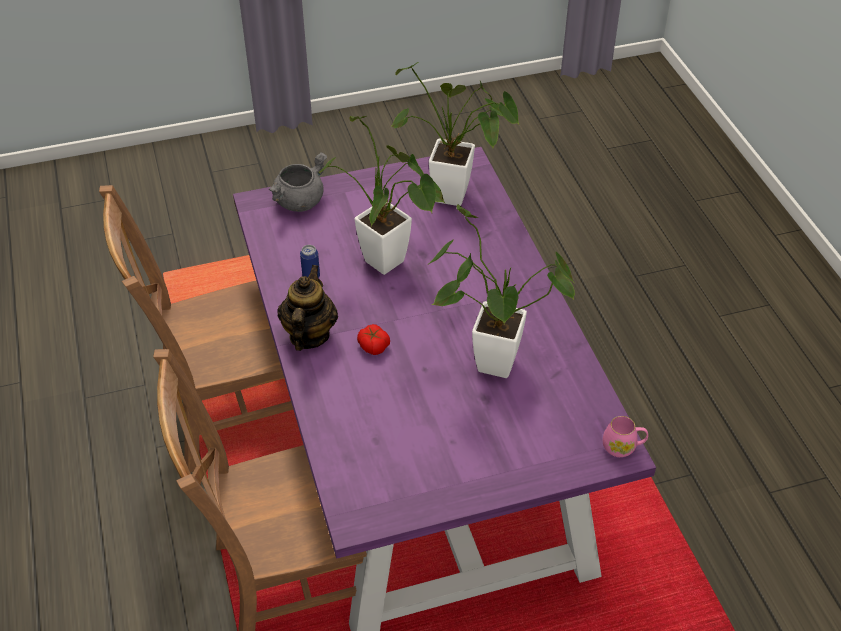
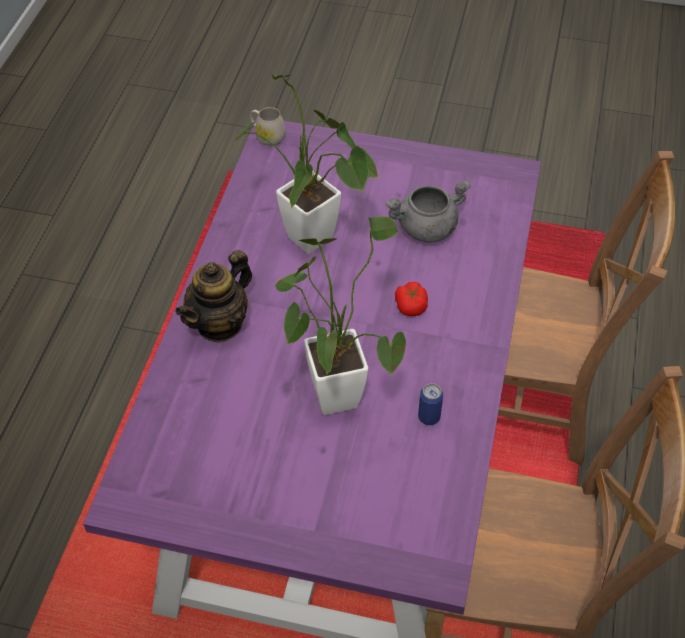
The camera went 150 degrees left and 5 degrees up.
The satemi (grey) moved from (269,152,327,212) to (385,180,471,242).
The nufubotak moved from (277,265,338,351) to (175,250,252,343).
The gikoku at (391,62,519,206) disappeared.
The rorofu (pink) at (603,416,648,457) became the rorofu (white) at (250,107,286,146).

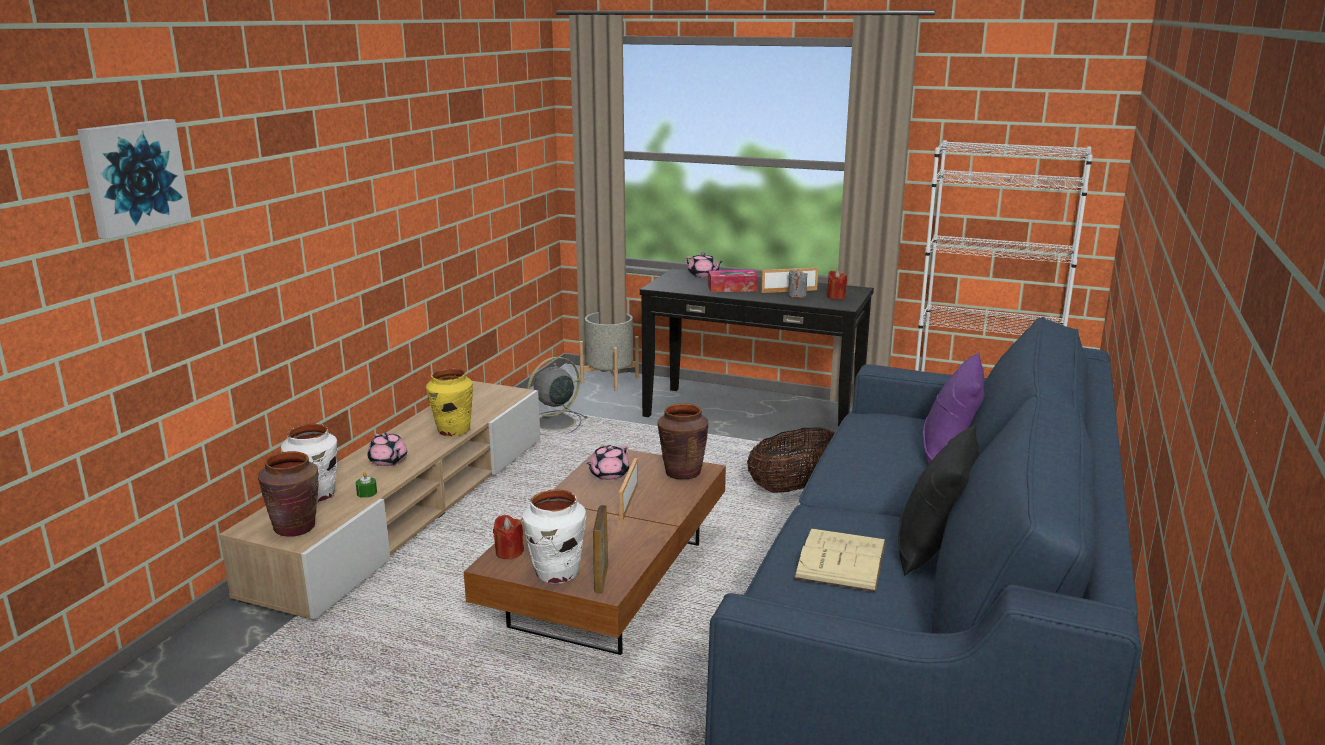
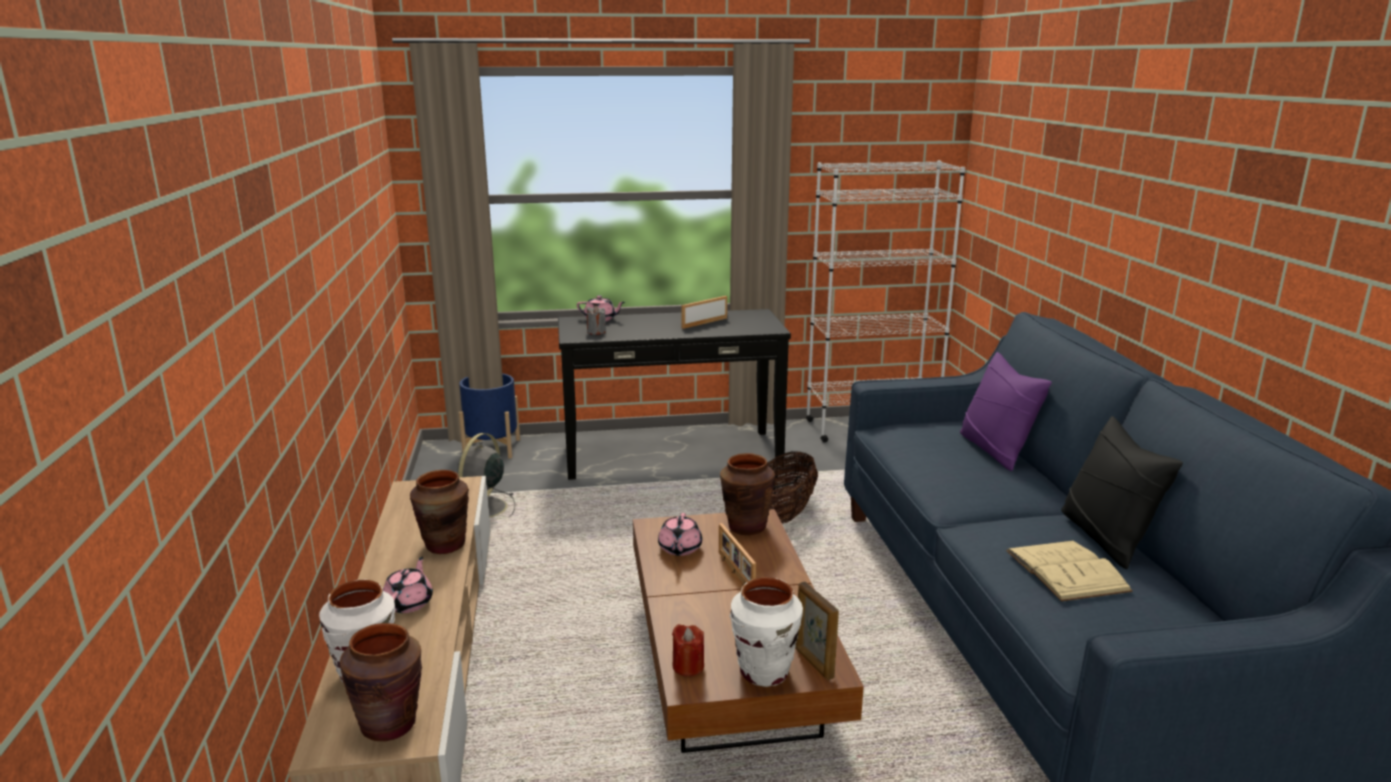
The camera went 30 degrees left and 0 degrees up.
The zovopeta at (77,119,191,239) disappeared.
The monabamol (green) at (356,472,377,498) disappeared.
The nufubotak (pink) at (368,433,407,466) turned 105 degrees counterclockwise.
The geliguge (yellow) at (426,368,473,437) became the geliguge (brown) at (410,470,469,554).
The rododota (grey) at (579,312,639,391) became the rododota (blue) at (459,373,520,459).
The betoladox at (708,270,758,292) disappeared.
The monabamol (grey) moved from (788,269,807,298) to (587,305,606,335).
The monabamol (red) at (827,270,847,299) disappeared.

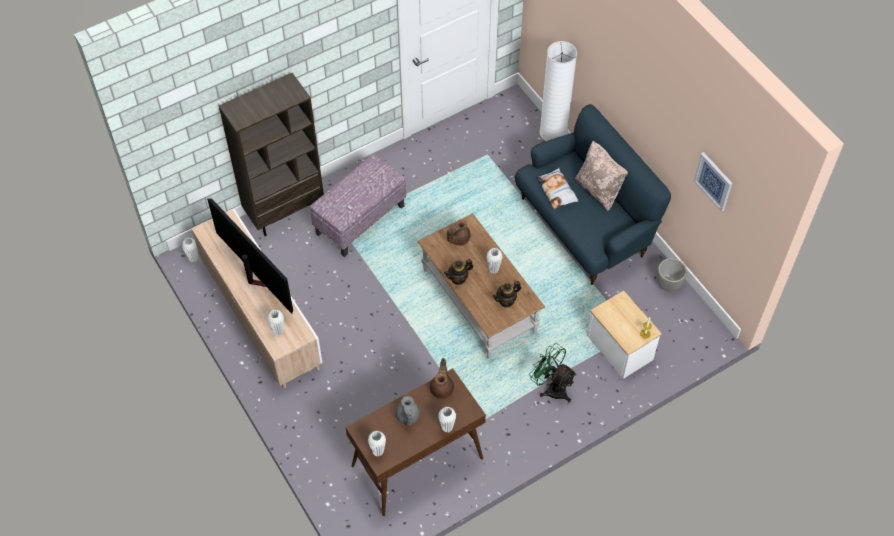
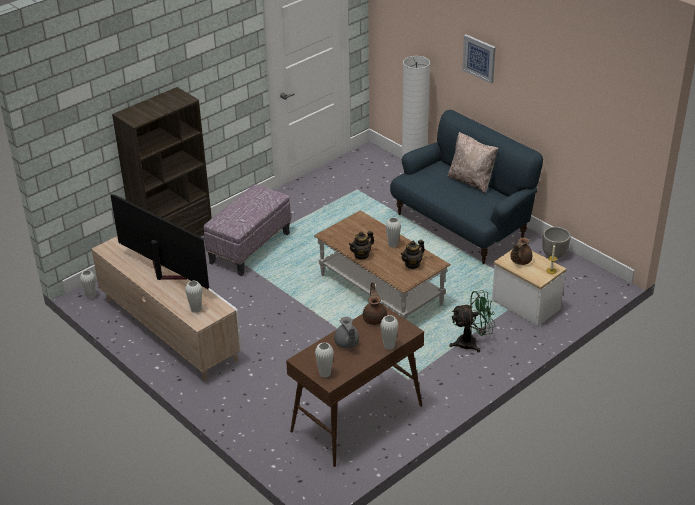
The camera went 10 degrees left and 20 degrees down.
The nufubotak (brown) moved from (447,220,471,246) to (510,237,532,265).
The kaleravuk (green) at (529,343,576,402) turned 135 degrees clockwise.
The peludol at (537,168,578,209) disappeared.
The zovopeta moved from (694,152,732,212) to (462,34,496,84).

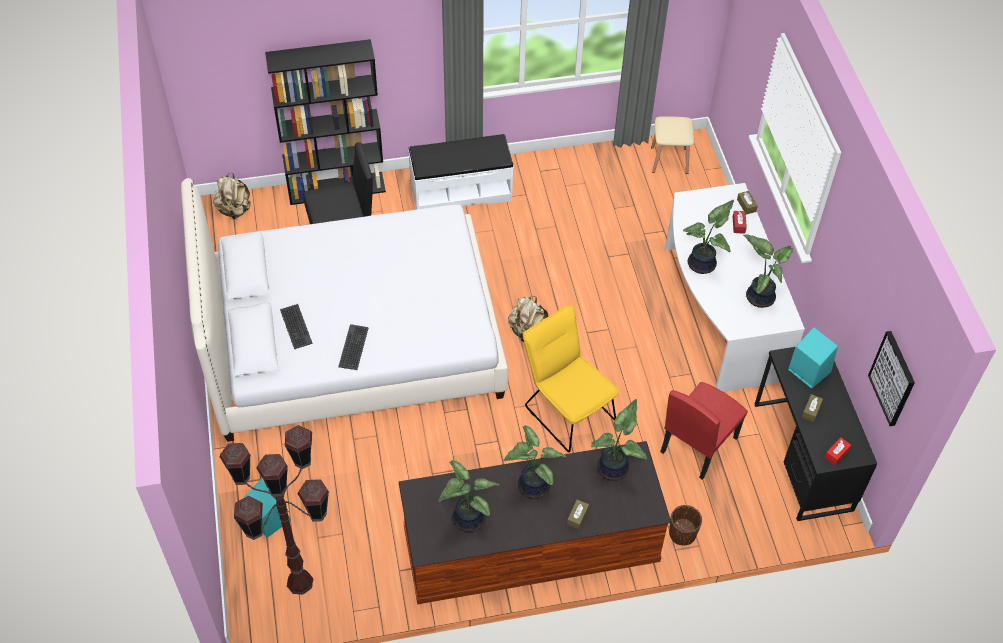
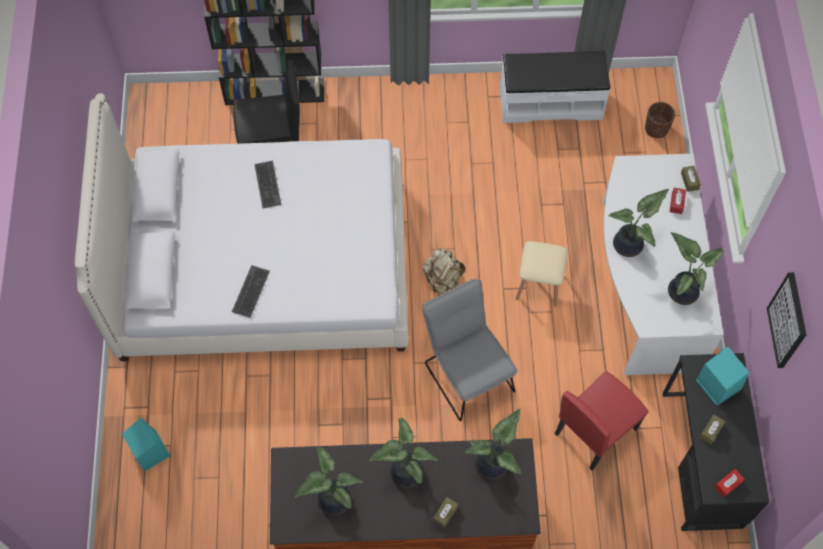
The camera went 10 degrees right and 10 degrees up.
The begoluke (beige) at (213,173,251,219) disappeared.
The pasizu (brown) at (220,425,329,595) disappeared.
The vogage moved from (280,304,313,349) to (254,161,281,208).
The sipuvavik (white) moved from (408,134,514,209) to (500,51,611,123).
The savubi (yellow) at (523,305,619,452) became the savubi (grey) at (422,279,517,421).
The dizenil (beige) moved from (651,116,694,174) to (516,241,567,306).
The rododota (brown) moved from (669,505,702,545) to (645,102,675,138).
The zovopeta moved from (868,331,915,426) to (767,272,806,368).

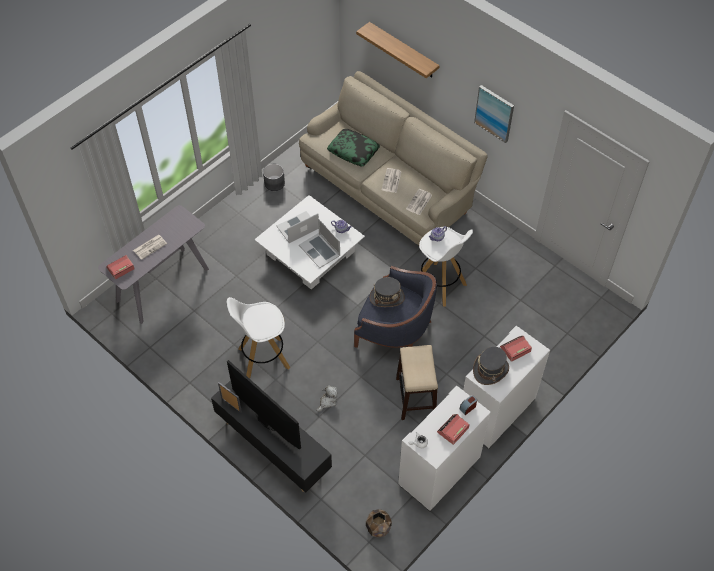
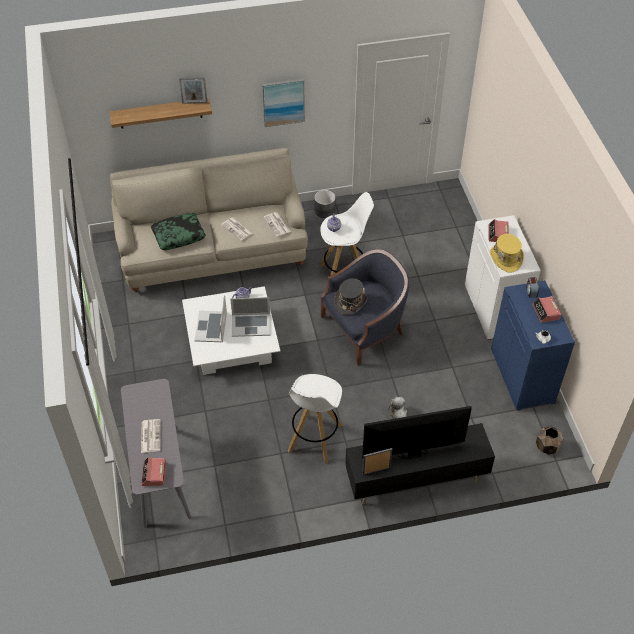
The camera went 55 degrees left and 5 degrees down.
The rododota (grey) moved from (263,164,285,191) to (314,190,336,218).
The dizenil at (396,345,438,420) disappeared.
The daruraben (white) at (398,386,491,511) became the daruraben (blue) at (491,280,575,411).
The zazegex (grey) at (473,347,509,385) became the zazegex (yellow) at (490,234,524,273).
The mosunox at (179,77,207,104) appeared.

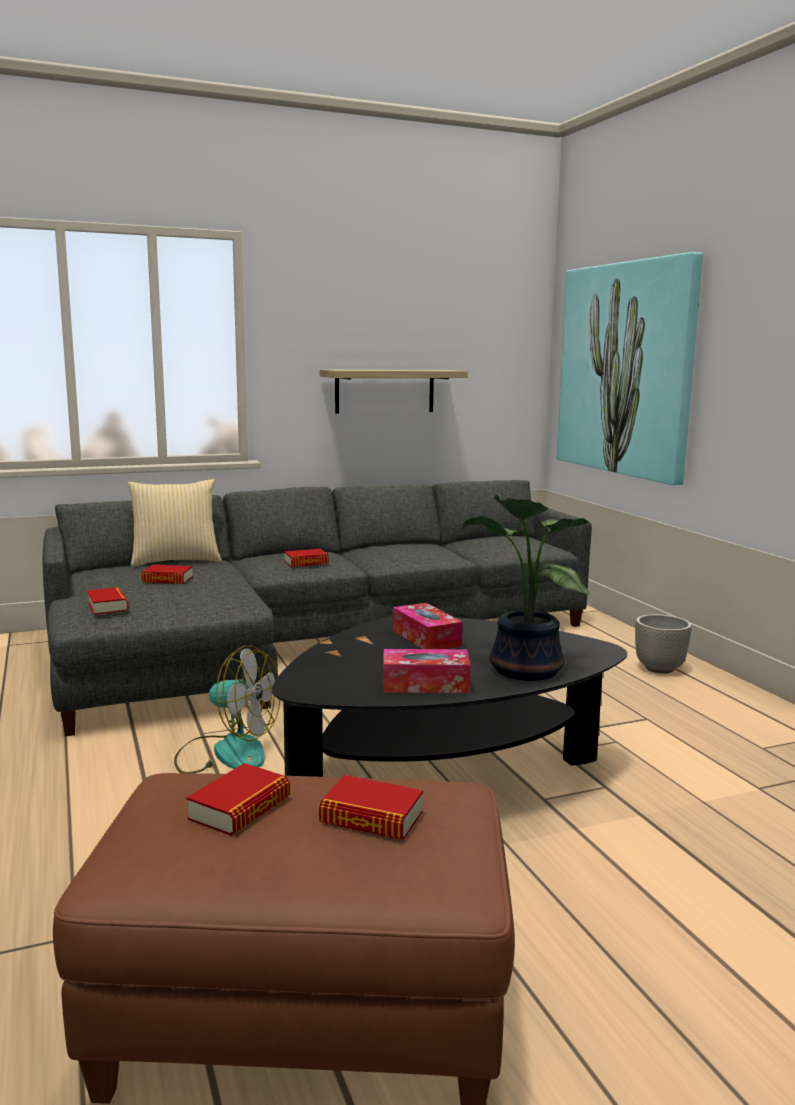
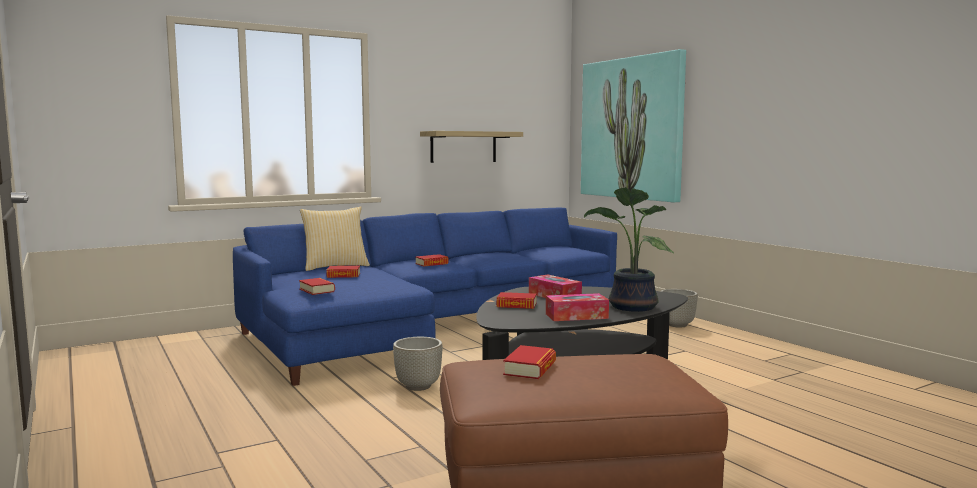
The camera went 10 degrees left and 5 degrees down.
The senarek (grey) at (42,480,592,736) became the senarek (blue) at (233,208,617,386).
The kaleravuk at (174,645,280,773) was replaced by the rododota (grey) at (393,337,442,391).
The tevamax moved from (319,775,423,840) to (497,292,537,309).

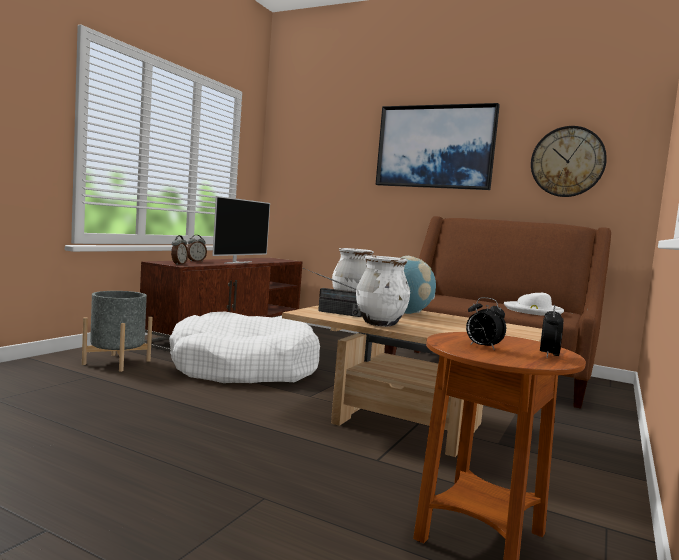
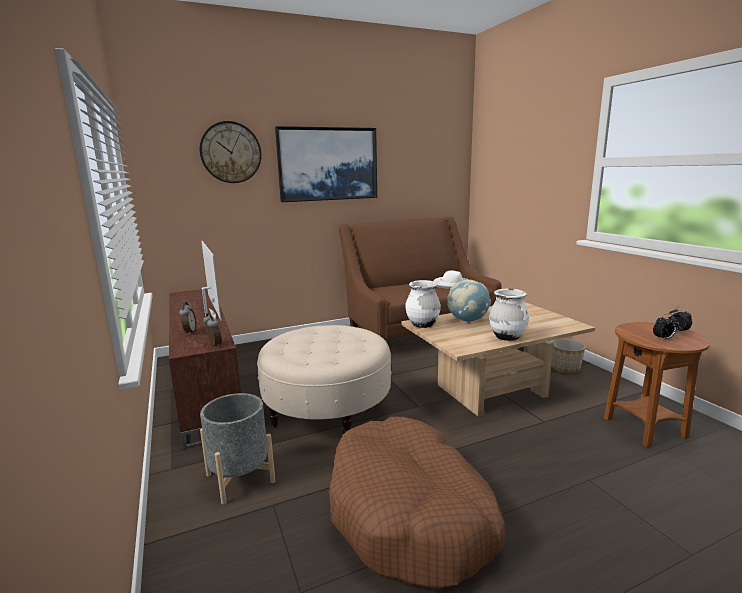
The camera went 50 degrees left and 10 degrees up.
The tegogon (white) at (169,312,320,383) was replaced by the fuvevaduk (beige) at (257,325,392,434).
The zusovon at (303,268,362,317) disappeared.
The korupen moved from (531,126,607,197) to (200,121,262,183).
The tegogon (brown) at (329,417,505,589) appeared.
The rododota at (551,339,585,374) appeared.

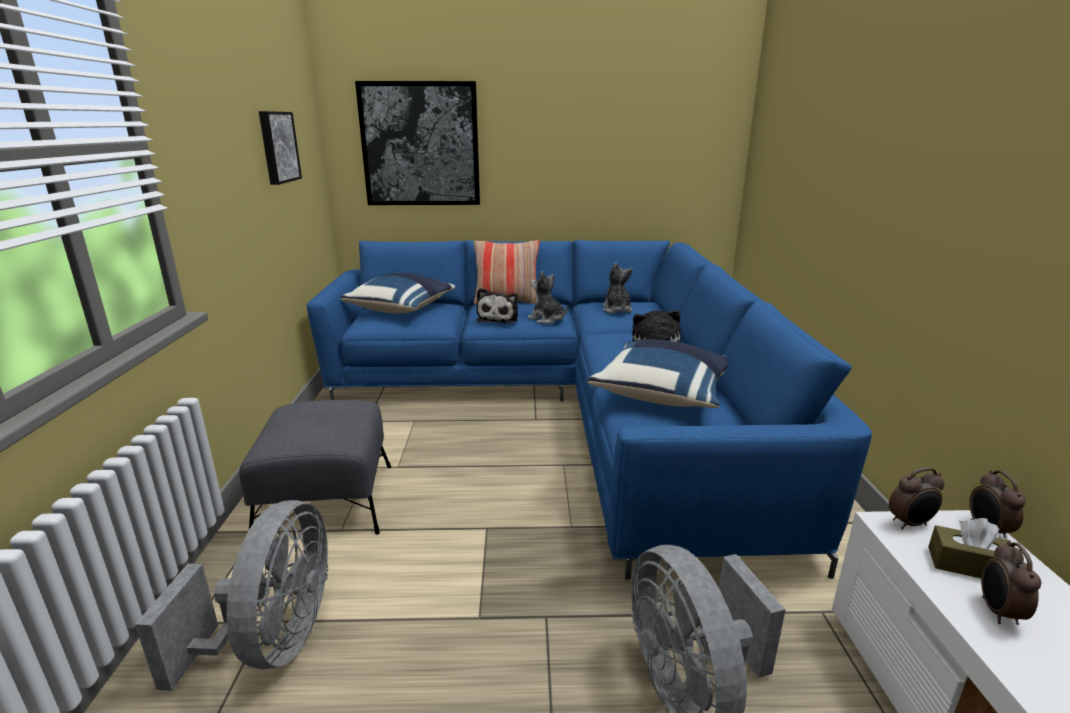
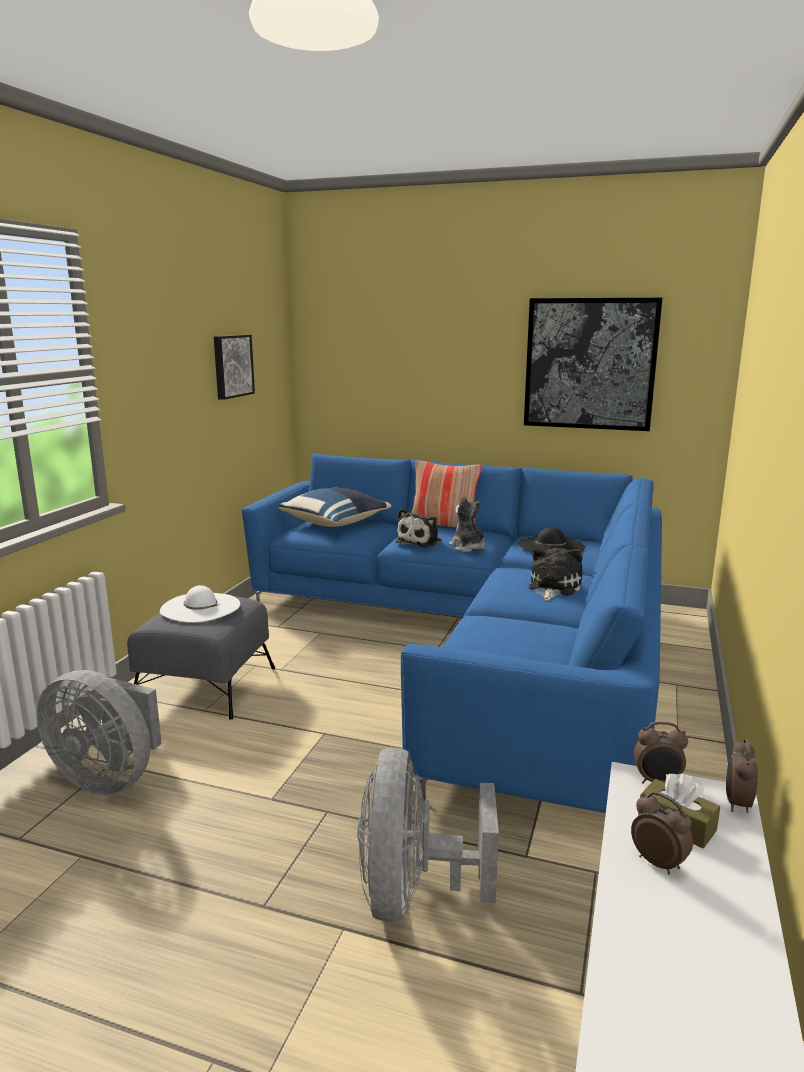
The camera went 20 degrees right and 5 degrees down.
The kaleravuk (grey) at (135,500,328,691) turned 90 degrees clockwise.
The zovopeta moved from (355,81,480,205) to (524,298,663,431).
The peludol (blue) at (588,339,728,408) disappeared.
The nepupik at (603,262,633,314) was replaced by the zazegex (black) at (517,527,585,553).
The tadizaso at (981,541,1041,625) turned 105 degrees clockwise.
The zazegex (white) at (160,585,240,623) appeared.

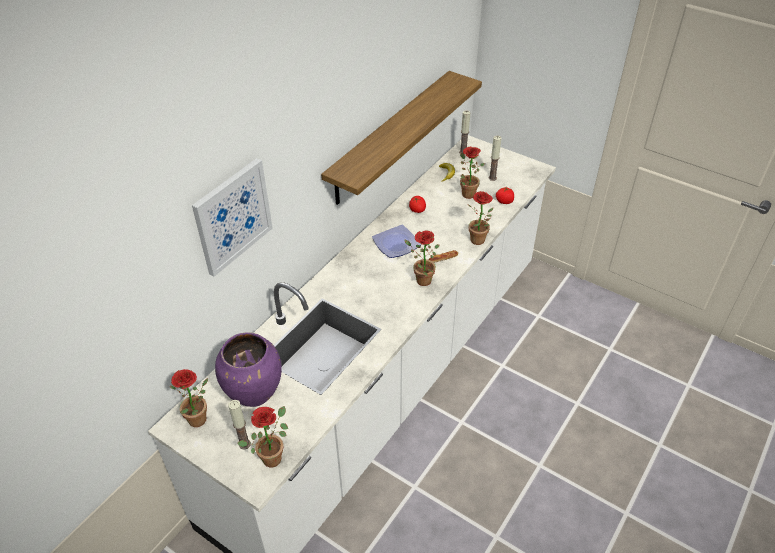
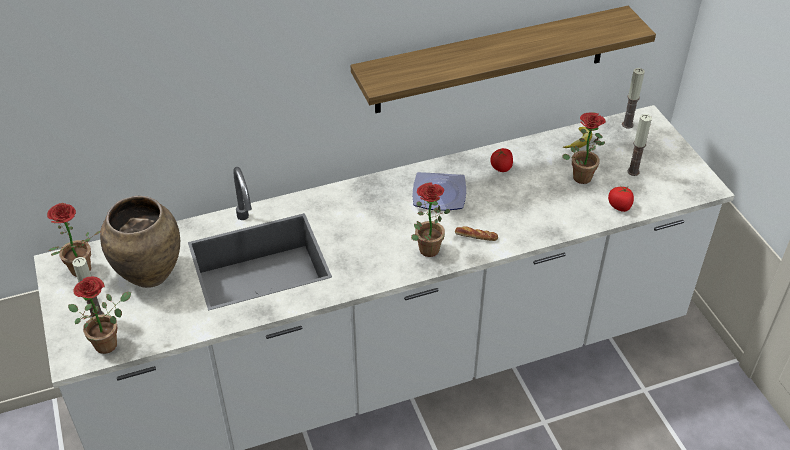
The camera went 35 degrees right and 0 degrees up.
The zovopeta at (192,158,273,277) disappeared.
The geliguge (purple) at (215,332,282,407) became the geliguge (brown) at (100,196,180,288).
The gikoku at (469,191,493,245) disappeared.

